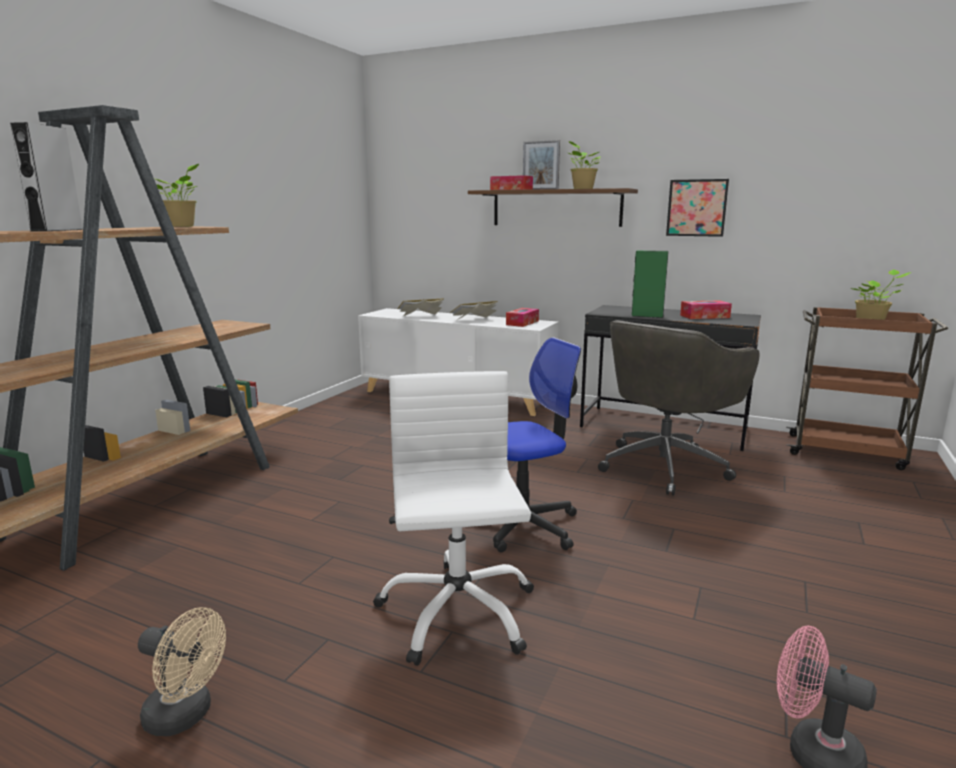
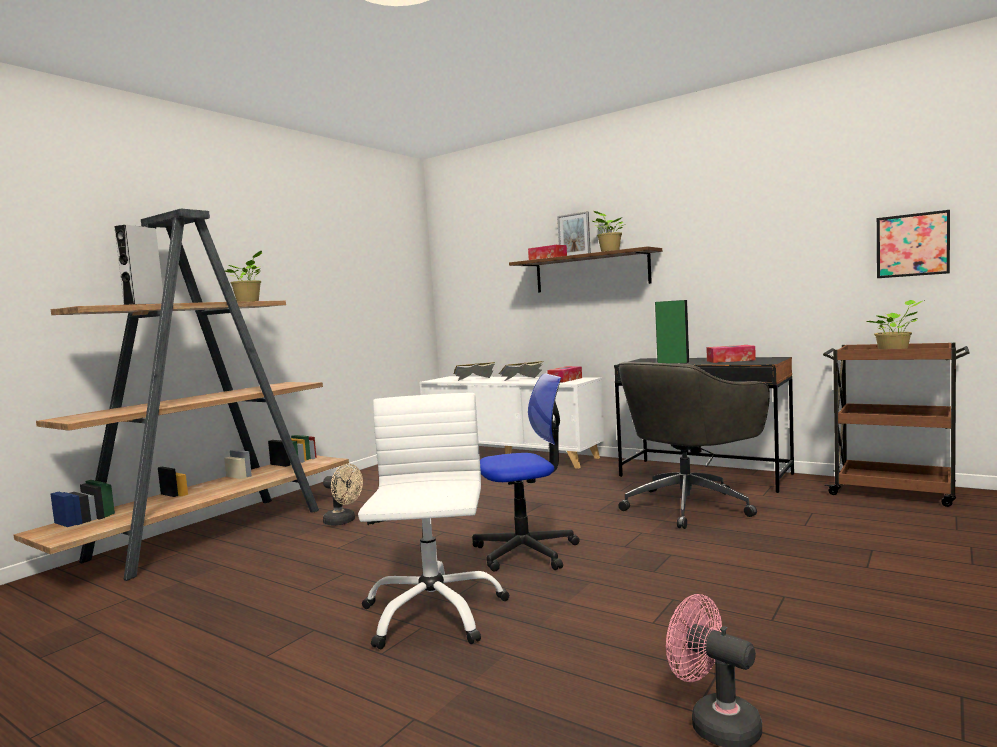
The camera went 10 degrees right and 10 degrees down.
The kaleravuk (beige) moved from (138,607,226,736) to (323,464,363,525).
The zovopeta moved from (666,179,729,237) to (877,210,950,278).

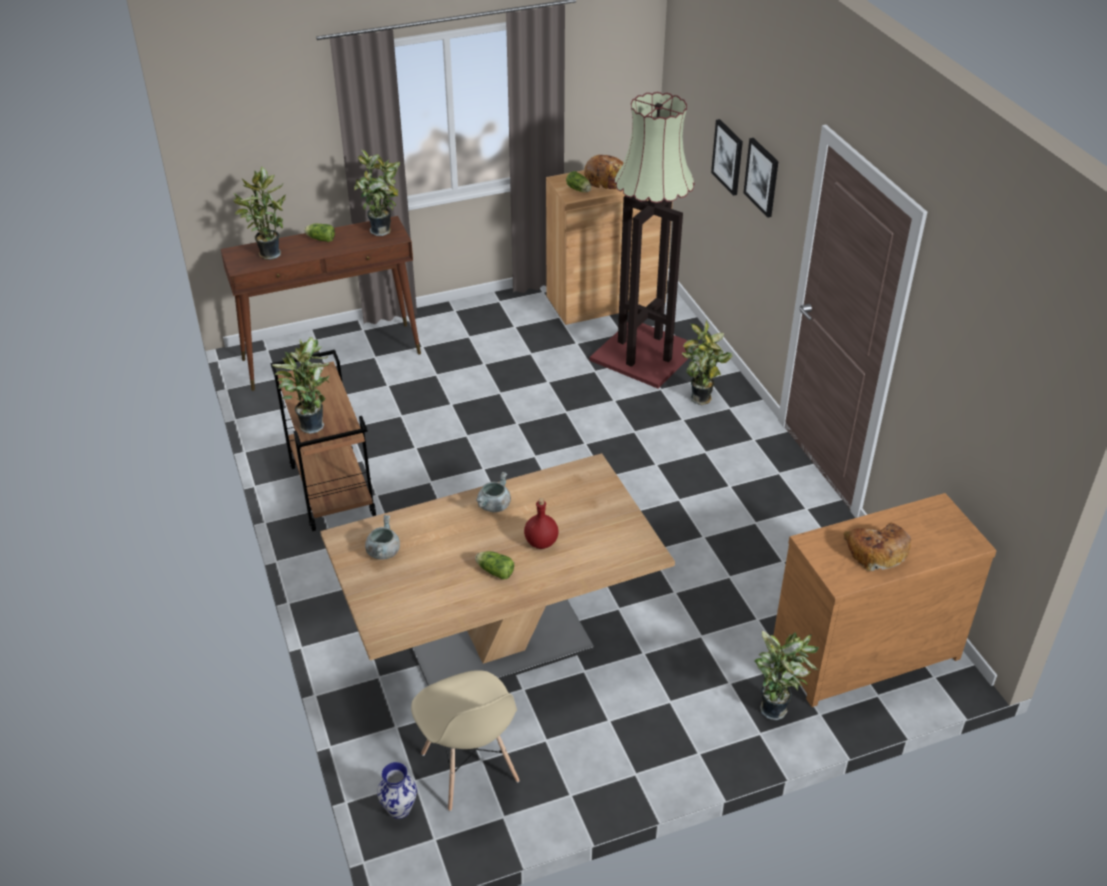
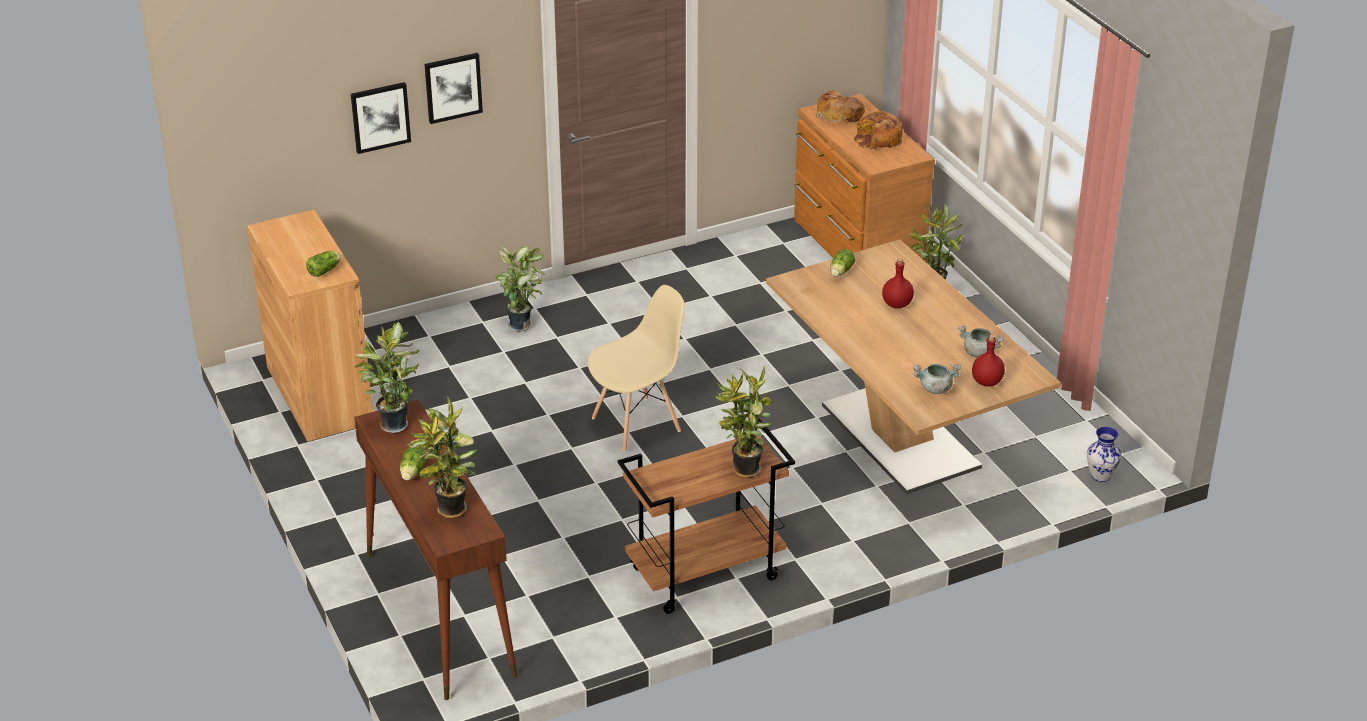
The camera went 95 degrees left and 5 degrees down.
The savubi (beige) moved from (411,670,520,811) to (588,285,685,452).
The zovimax moved from (475,551,514,580) to (830,249,855,277).
The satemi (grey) moved from (476,472,511,512) to (958,326,1004,357).
The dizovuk moved from (584,155,623,189) to (816,91,865,124).
The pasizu at (589,92,699,388) disappeared.
The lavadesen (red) at (972,334,1005,387) appeared.

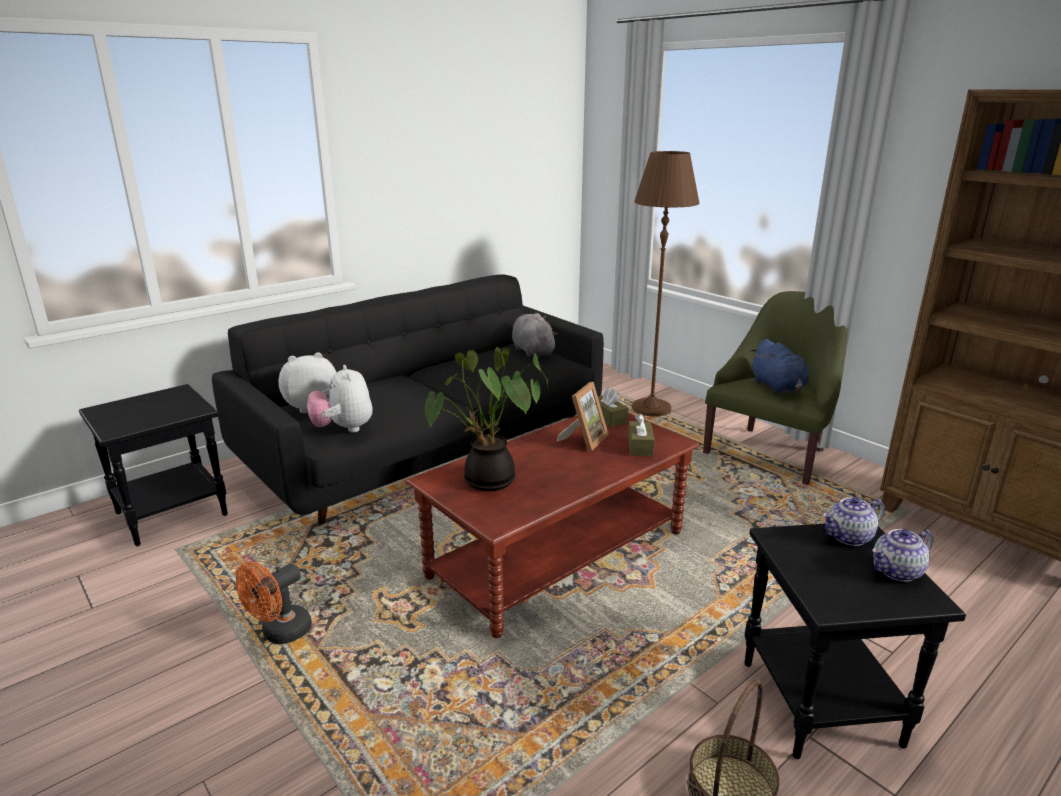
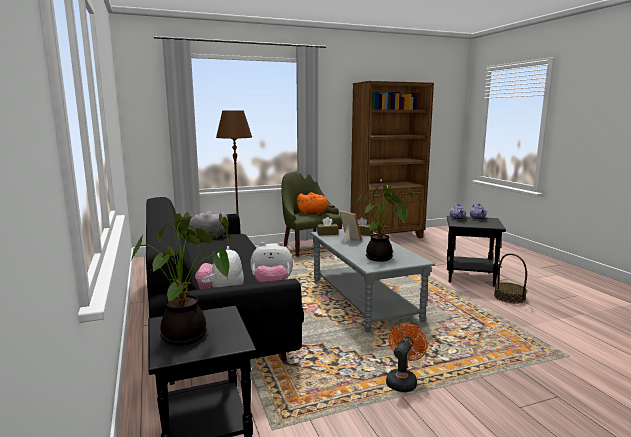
The camera went 70 degrees left and 10 degrees down.
The kaleravuk (orange) at (236,562,312,644) turned 120 degrees counterclockwise.
The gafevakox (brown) at (406,413,699,638) became the gafevakox (grey) at (310,229,435,332).
The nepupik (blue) at (750,339,809,393) became the nepupik (orange) at (297,192,335,214).
The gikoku at (130,212,230,345) appeared.

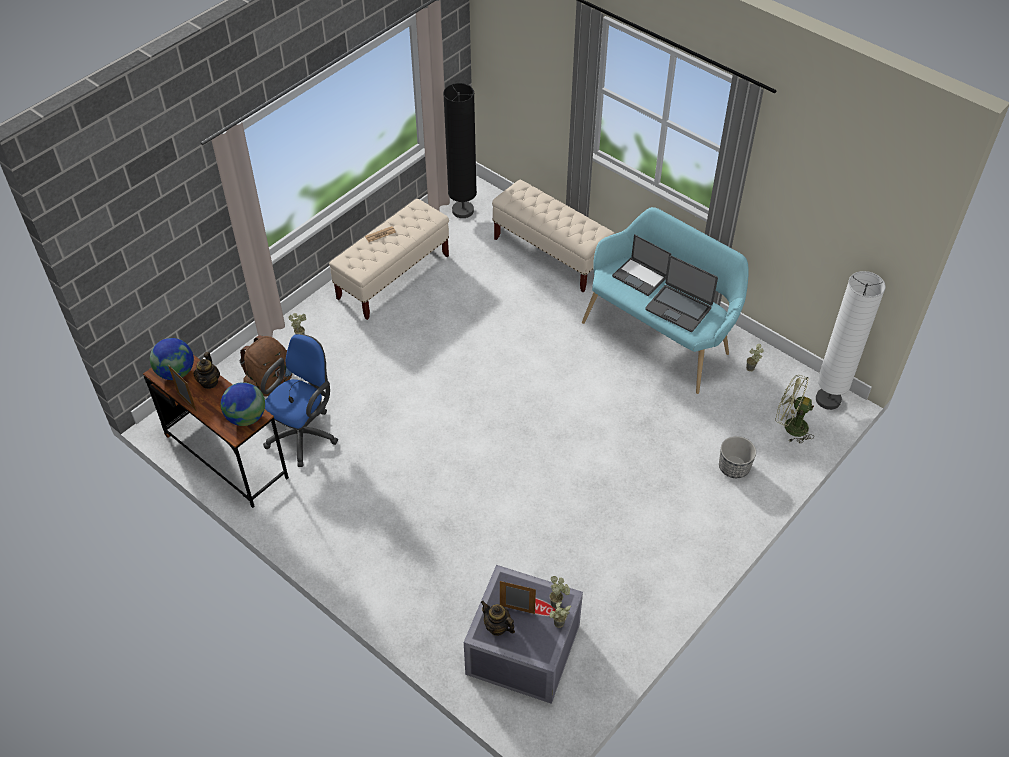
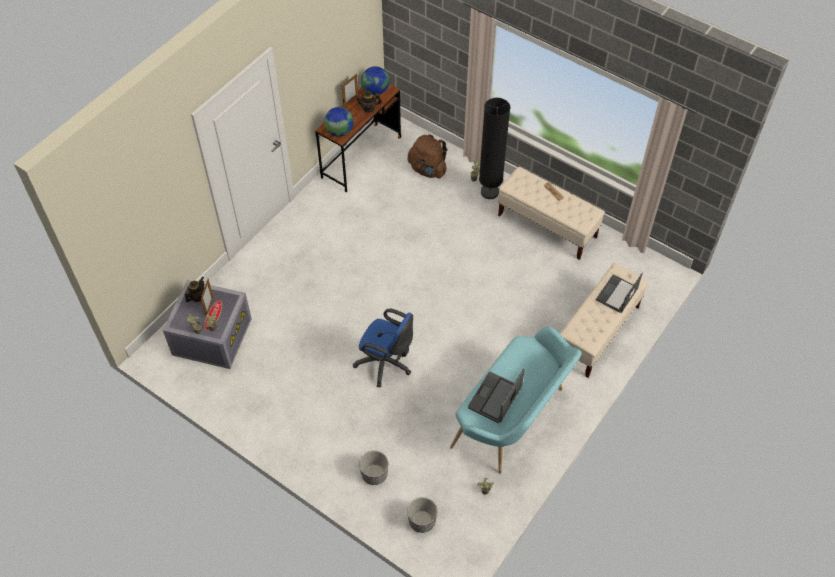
The camera went 85 degrees right and 5 degrees up.
The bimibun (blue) moved from (260,334,338,467) to (353,309,413,387).
The pasizu (black) moved from (443,83,477,218) to (479,98,510,199).
The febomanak moved from (612,234,671,296) to (596,272,643,313).
The kaleravuk (green) at (775,375,814,444) was replaced by the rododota at (407,497,437,533).
The pasizu (white) at (816,271,886,410) disappeared.

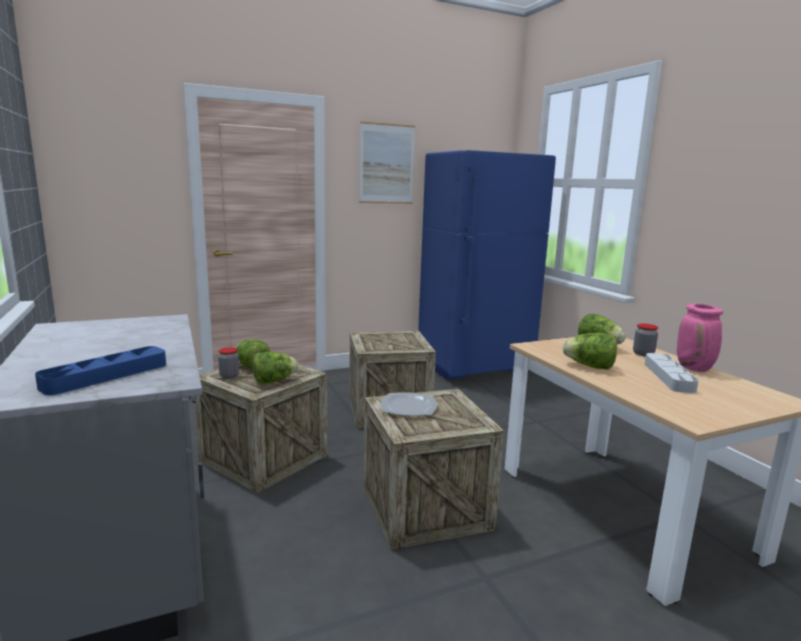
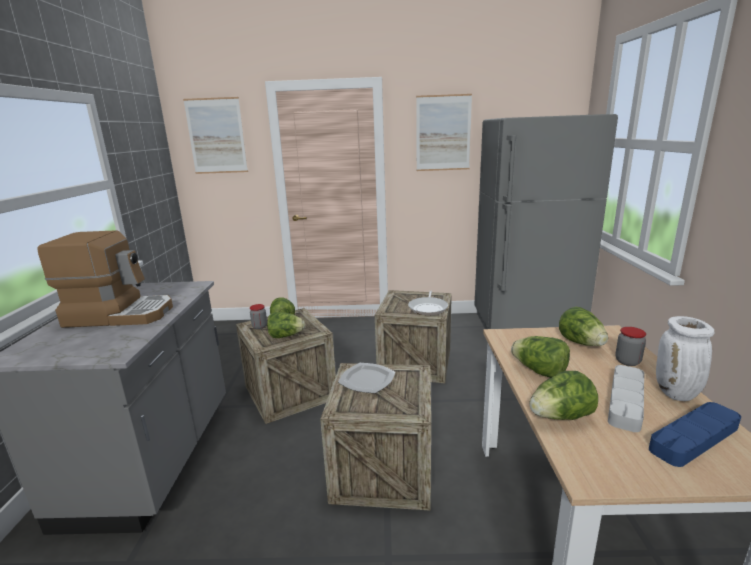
The camera went 25 degrees right and 5 degrees up.
The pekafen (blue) moved from (35,346,166,395) to (649,402,741,467).
The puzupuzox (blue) at (418,150,556,380) became the puzupuzox (grey) at (474,114,618,329).
The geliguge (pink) at (677,304,723,372) became the geliguge (white) at (656,316,714,401).
The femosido at (37,230,173,328) appeared.
The zovopeta at (183,97,248,174) appeared.
The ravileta at (408,290,448,315) appeared.
The zovimax at (529,371,598,420) appeared.

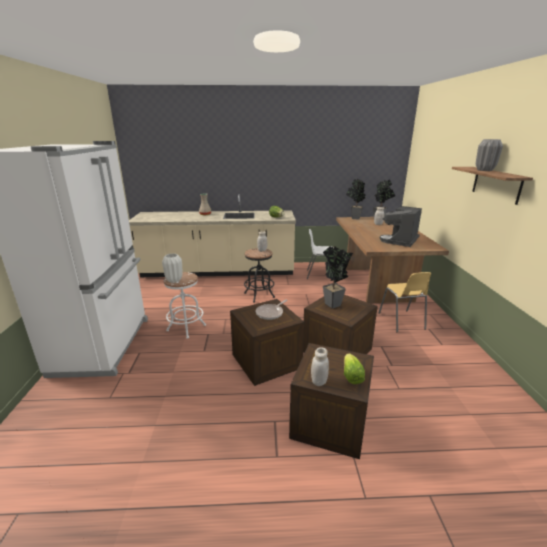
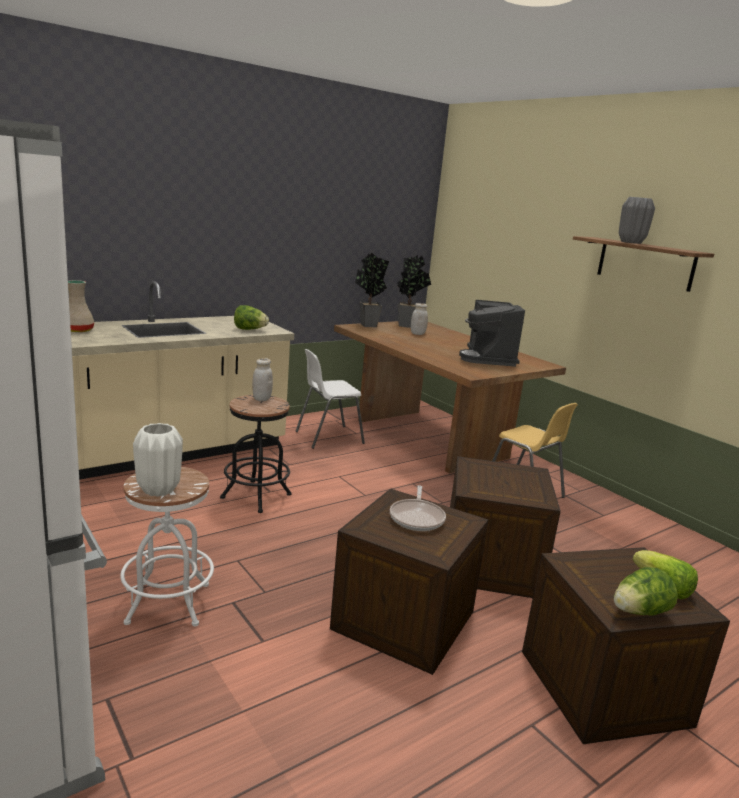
The camera went 35 degrees left and 5 degrees down.
The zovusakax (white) at (311,347,329,386) was replaced by the zovimax at (614,567,678,616).
The gikoku at (323,246,353,309) disappeared.

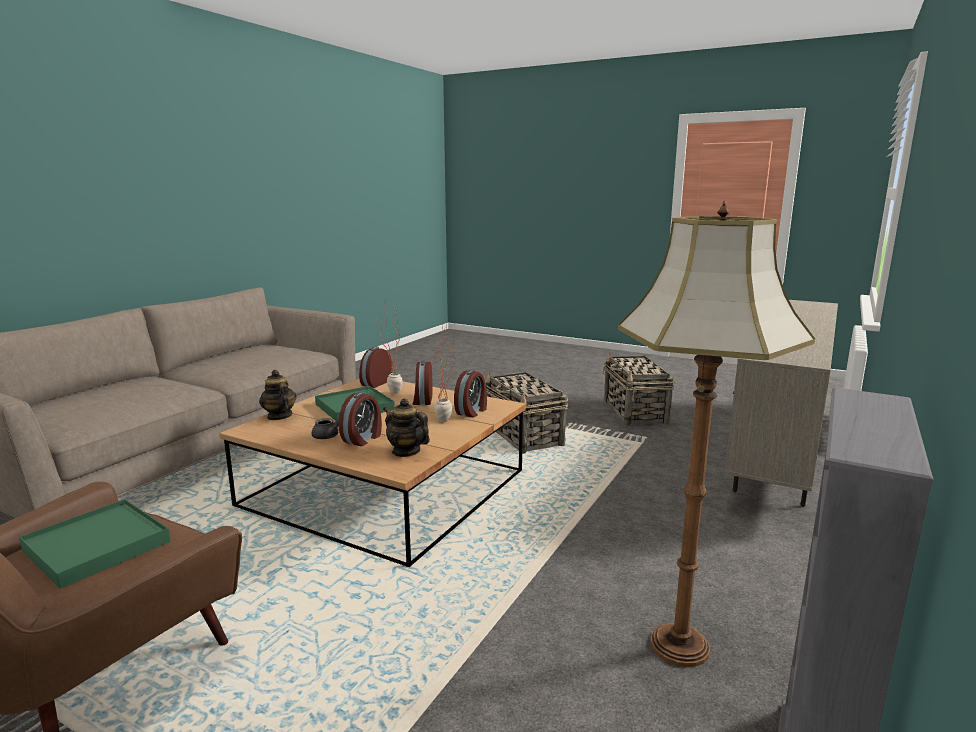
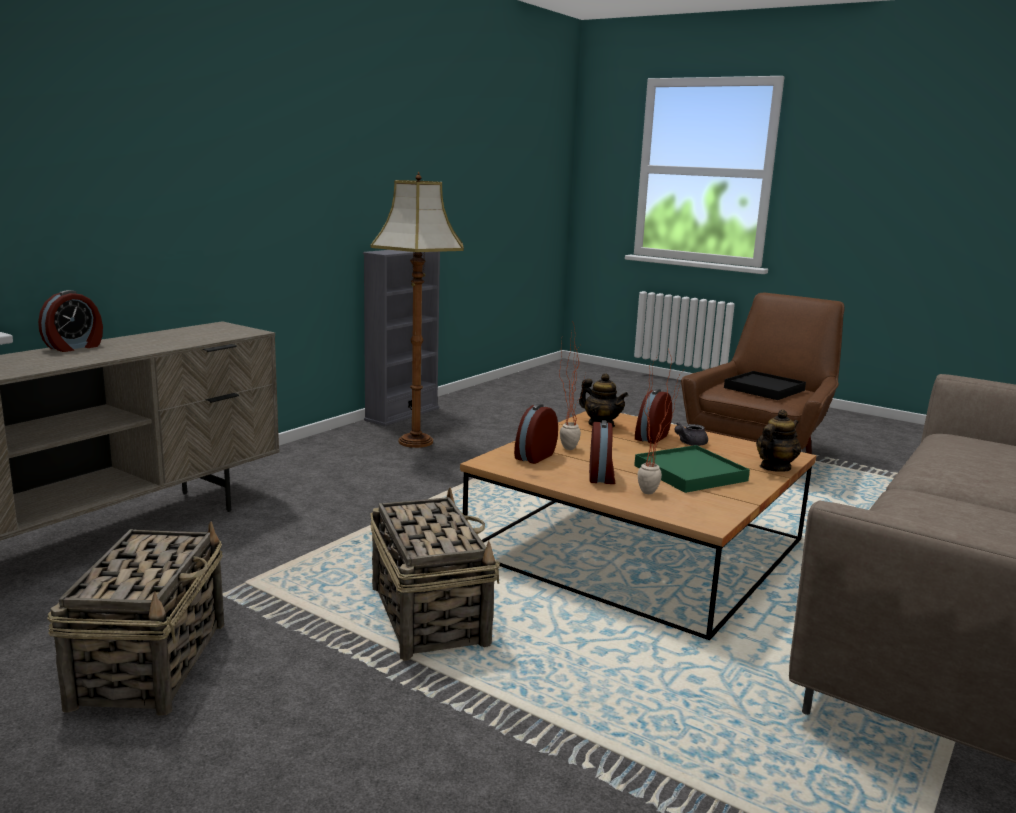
The camera went 175 degrees left and 0 degrees up.
The pekafen (green) at (19,499,171,589) became the pekafen (black) at (724,371,806,400).
The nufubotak at (259,370,297,420) turned 105 degrees counterclockwise.
The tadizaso moved from (359,347,392,388) to (38,290,103,352).

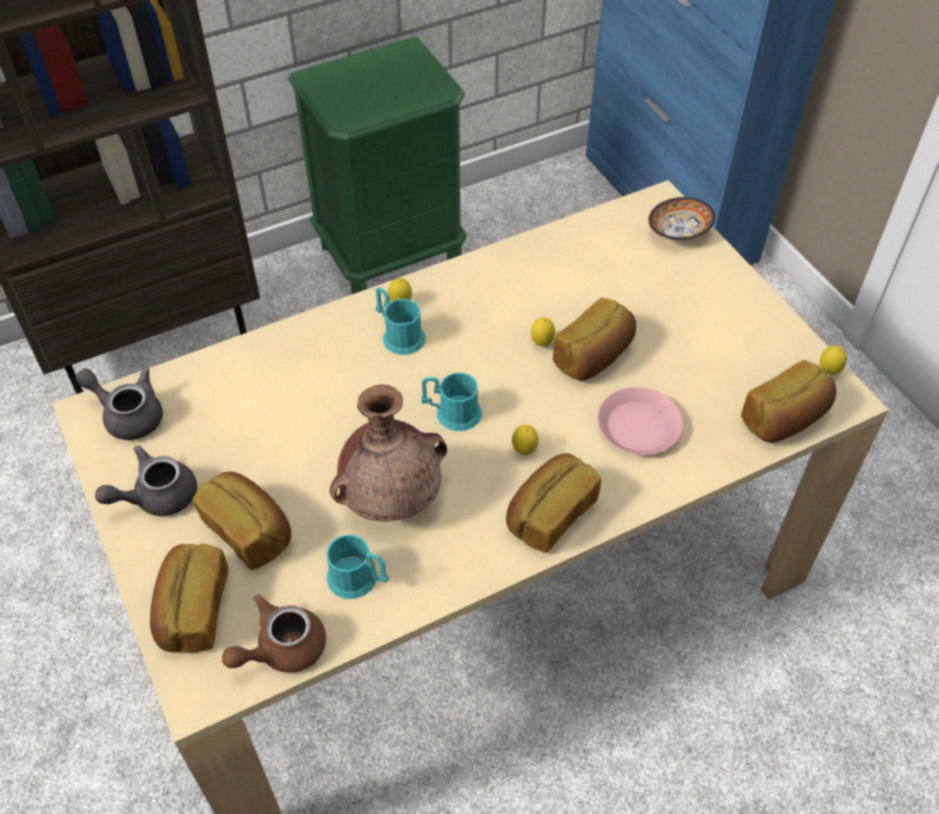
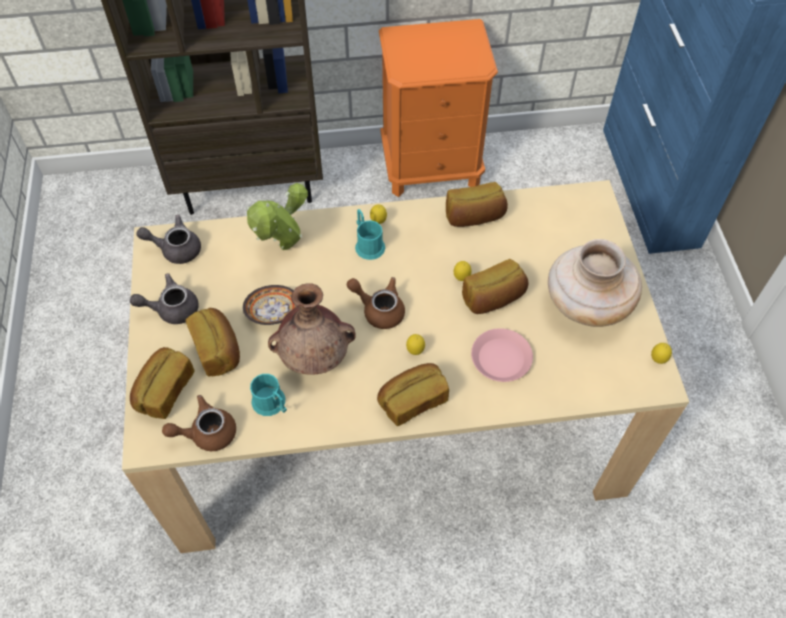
The camera went 20 degrees right and 5 degrees up.
The nufubotak (grey) at (75,368,163,440) turned 45 degrees counterclockwise.
The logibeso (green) at (288,36,467,294) became the logibeso (orange) at (379,19,498,197).
The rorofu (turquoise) at (422,373,482,431) was replaced by the nufubotak (brown) at (347,277,405,329).
The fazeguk moved from (648,197,716,241) to (243,285,298,325).
The dizovuk moved from (741,360,837,443) to (446,182,508,227).
The gikoku at (246,182,308,250) appeared.
The geliguge (beige) at (548,239,642,327) appeared.

